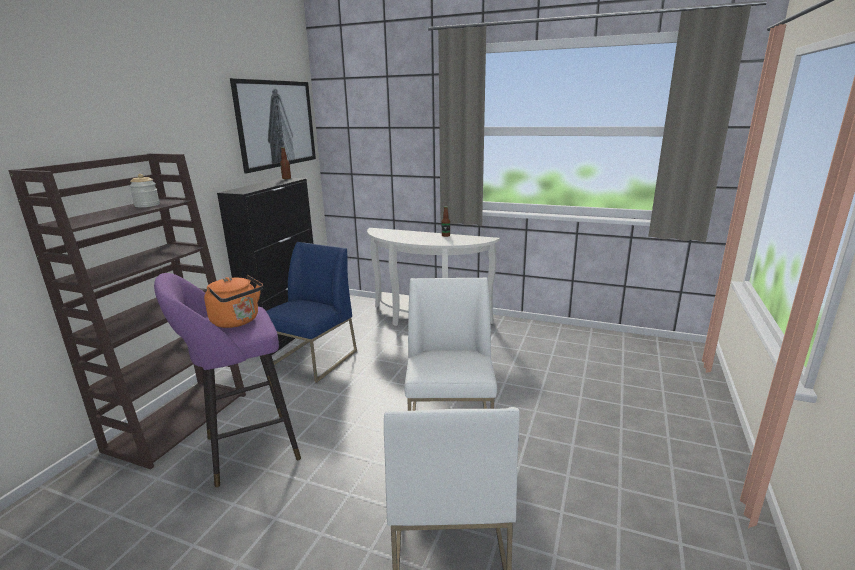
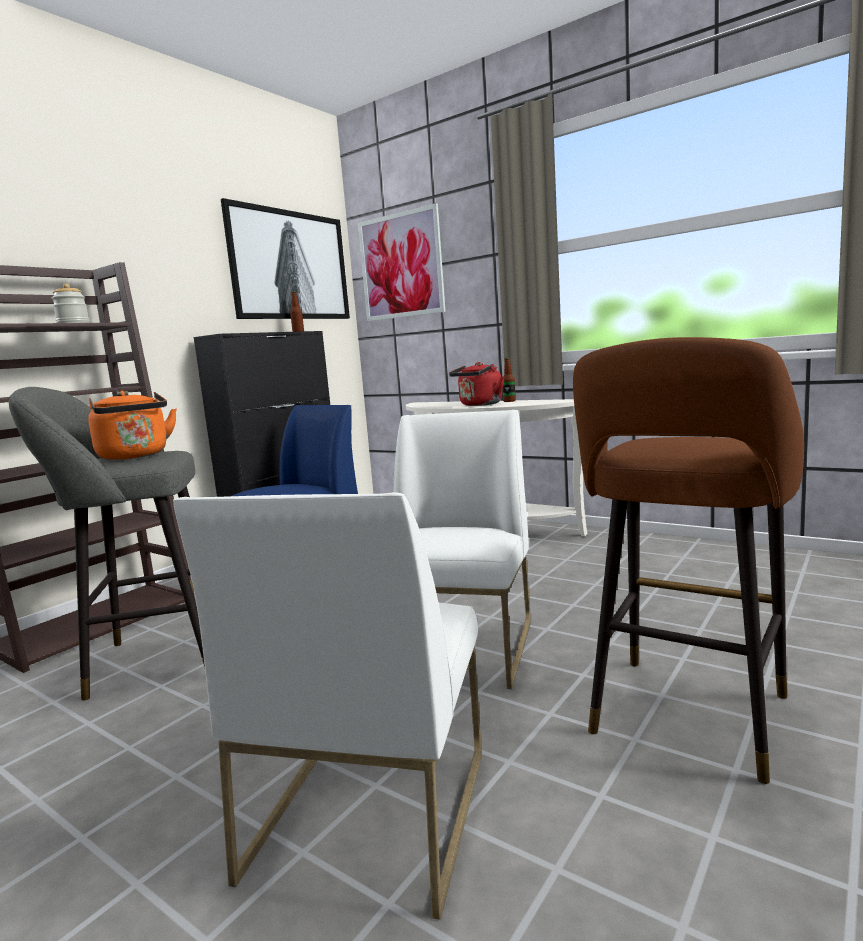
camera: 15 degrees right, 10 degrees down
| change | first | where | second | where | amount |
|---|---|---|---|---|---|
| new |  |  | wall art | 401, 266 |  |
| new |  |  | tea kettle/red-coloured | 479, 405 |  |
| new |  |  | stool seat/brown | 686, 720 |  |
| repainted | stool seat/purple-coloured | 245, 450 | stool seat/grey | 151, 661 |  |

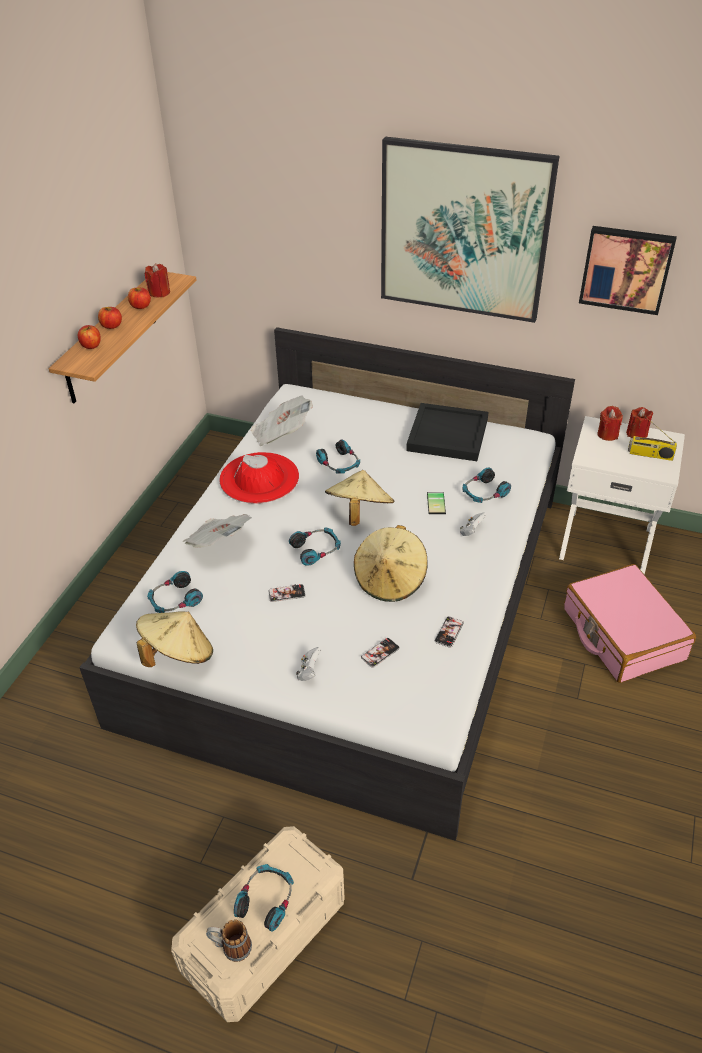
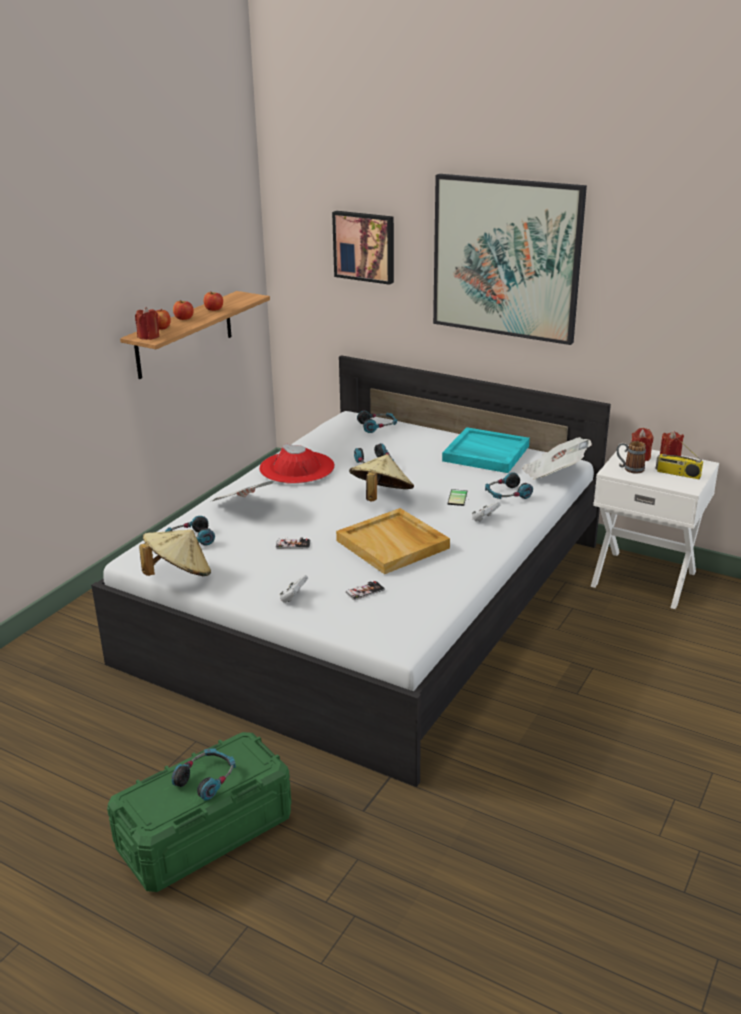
camera: 10 degrees right, 15 degrees down
| change | first | where | second | where | amount |
|---|---|---|---|---|---|
| gone | telephone | 449, 632 |  |  |  |
| gone | piece of luggage/pink | 622, 634 |  |  |  |
| shifted | wax candle/red-coloured | 159, 292 |  | 149, 337 |  |
| shifted | tea mug | 231, 947 |  | 629, 469 |  |
| shifted | newspaper | 281, 434 |  | 554, 474 |  |
| shifted | pair of headphones | 316, 550 |  | 377, 426 |  |
| shifted | wall art | 626, 268 |  | 365, 246 |  |
| swapped | hat/beige | 390, 580 | carrying tray/beige | 393, 544 |  |
| repainted | storage box/beige | 265, 934 | storage box/green-coloured | 206, 833 |  |
| repainted | carrying tray/black | 447, 435 | carrying tray/turquoise | 485, 453 |  |

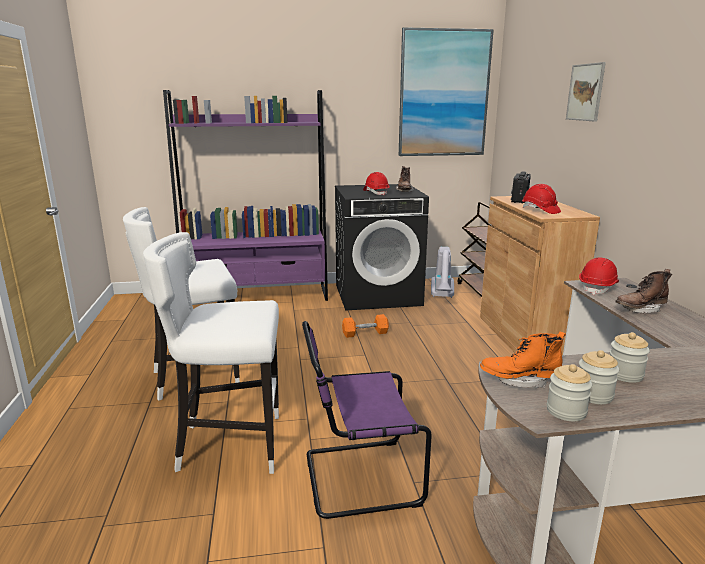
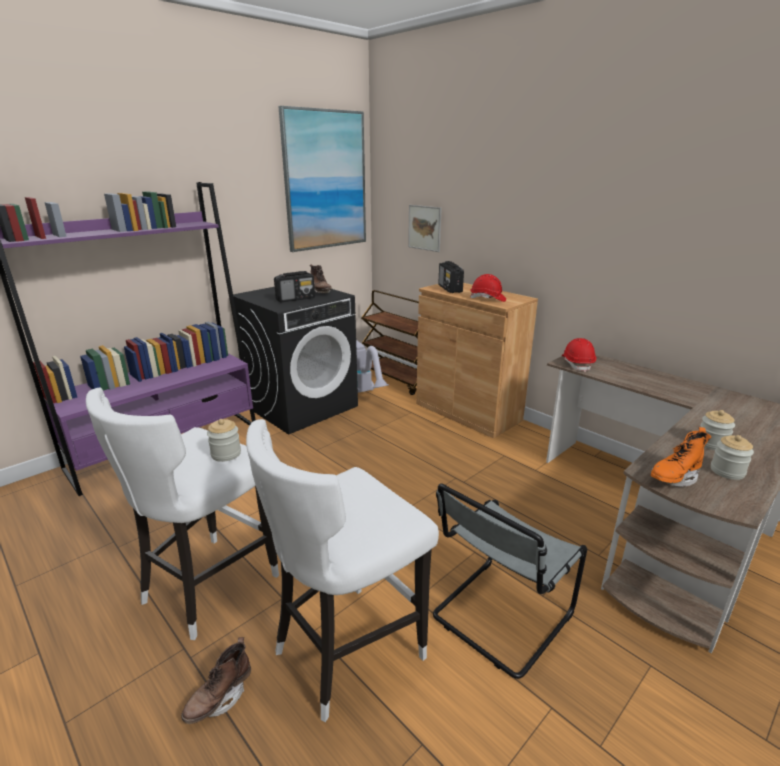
camera: 35 degrees left, 5 degrees up
| change | first | where | second | where | amount |
|---|---|---|---|---|---|
| gone | hand weight/orange-coloured | 365, 333 |  |  |  |
| shifted | preserve jar | 566, 411 |  | 226, 454 |  |
| shifted | wall art | 585, 92 |  | 424, 228 |  |
| shifted | boot/brown | 640, 309 |  | 220, 698 |  |
| swapped | hard hat/red-coloured | 376, 193 | radio | 296, 299 |  |
| repainted | upright chair/purple-coloured | 357, 478 | upright chair/grey | 499, 617 |  |

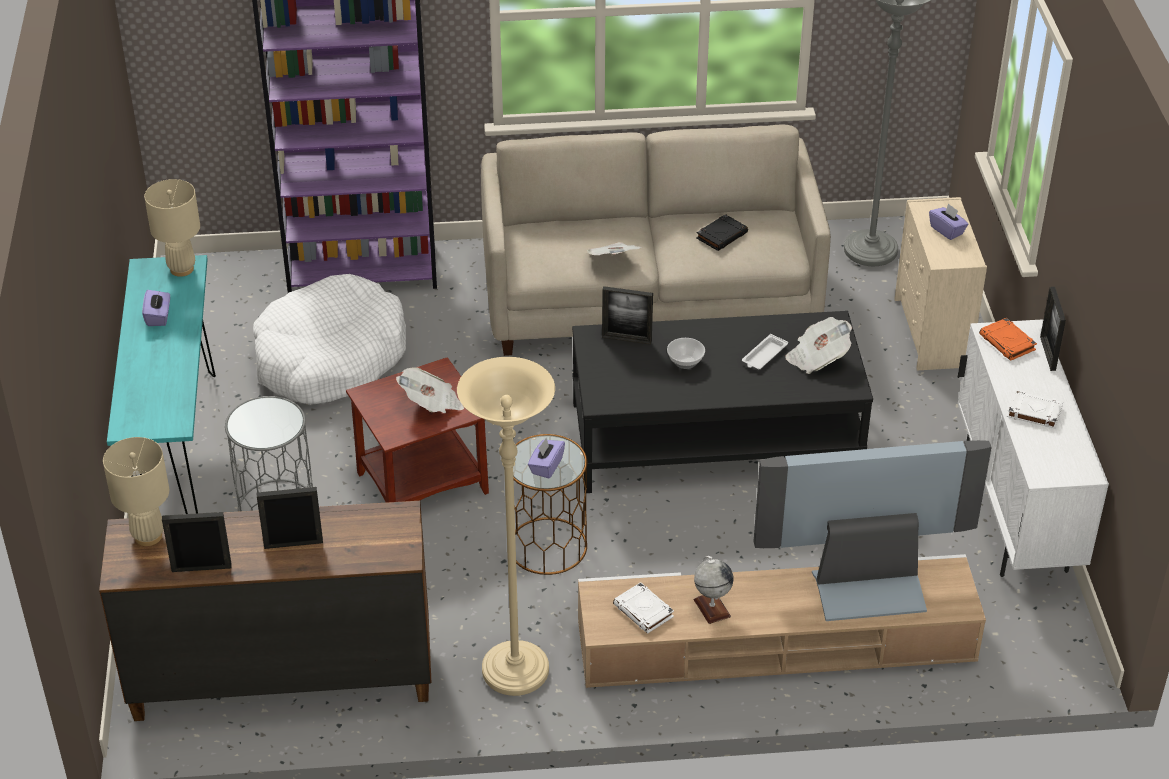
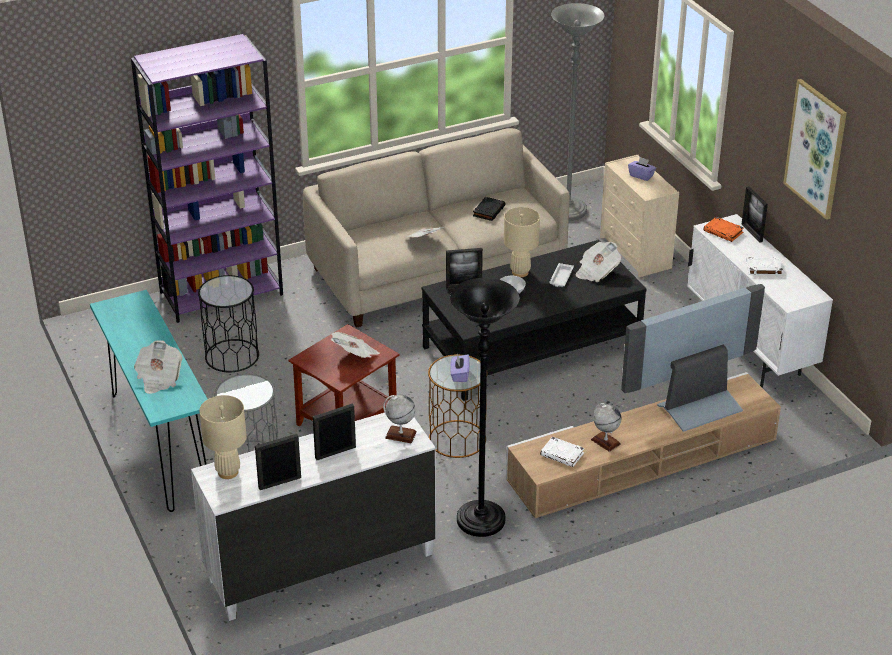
camera: 20 degrees left, 5 degrees down
| change | first | where | second | where | amount |
|---|---|---|---|---|---|
| gone | box of tissues/purple-coloured | 158, 317 |  |  |  |
| new |  |  | newspaper | 159, 378 |  |
| new |  |  | desk globe | 400, 435 |  |
| new |  |  | wall art | 816, 148 |  |
| shifted | table lamp/beige | 182, 269 |  | 520, 272 |  |
| swapped | dog cushion/white-coloured | 330, 358 | end table/black | 232, 356 |  |
| repainted | chest of drawers/brown | 281, 677 | chest of drawers/white-coloured | 319, 566 |  |
| repainted | standard lamp/beige | 515, 671 | standard lamp/black | 480, 521 |  |

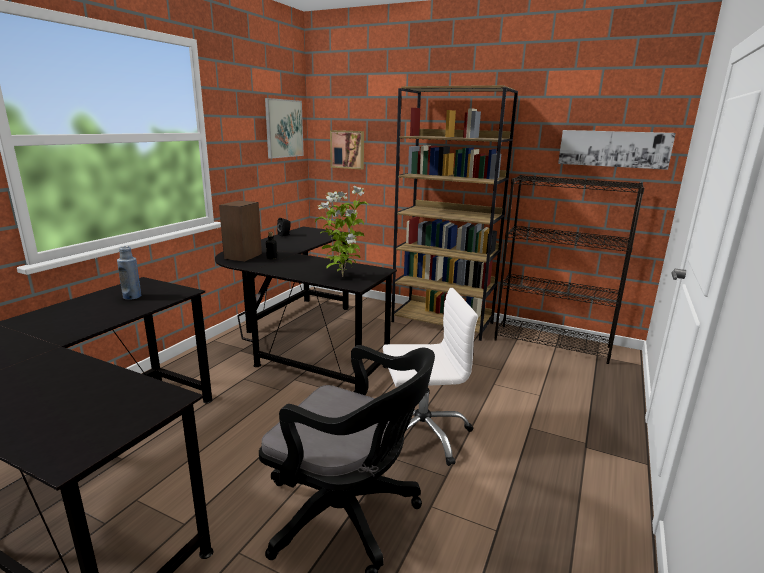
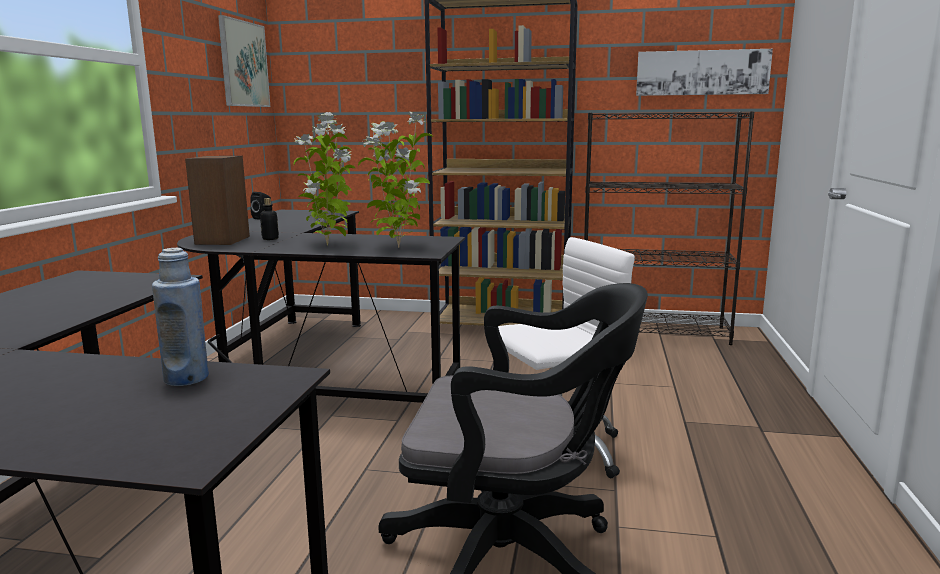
camera: 15 degrees left, 5 degrees down
| change | first | where | second | where | amount |
|---|---|---|---|---|---|
| gone | wall art | 348, 149 |  |  |  |
| new |  |  | houseplant | 329, 245 |  |
| shifted | bottle/bluish | 132, 297 |  | 186, 378 |  |

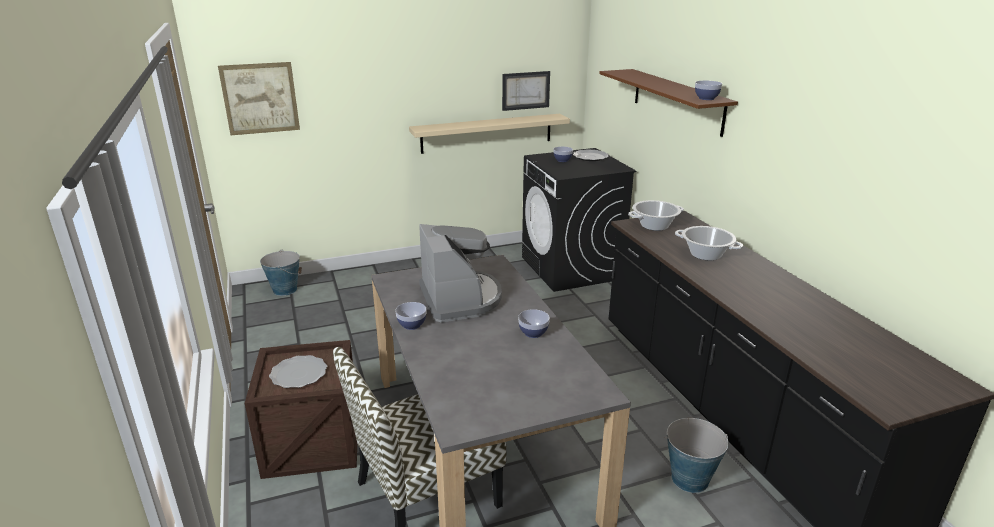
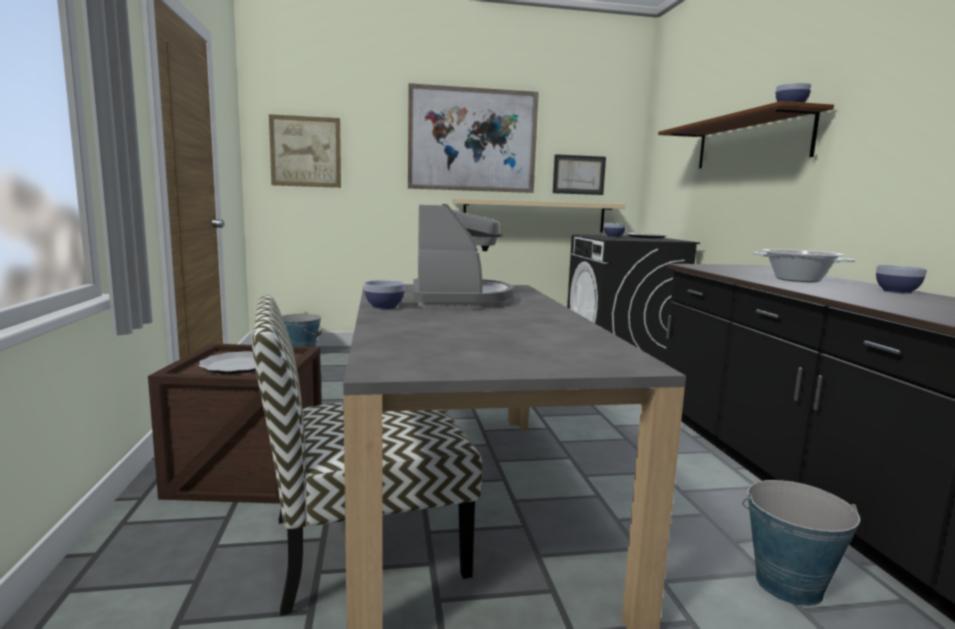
camera: 10 degrees right, 15 degrees down
| change | first | where | second | where | amount |
|---|---|---|---|---|---|
| gone | stockpot | 654, 225 |  |  |  |
| new |  |  | wall art | 473, 140 |  |
| shifted | serving bowl | 533, 333 |  | 897, 291 |  |

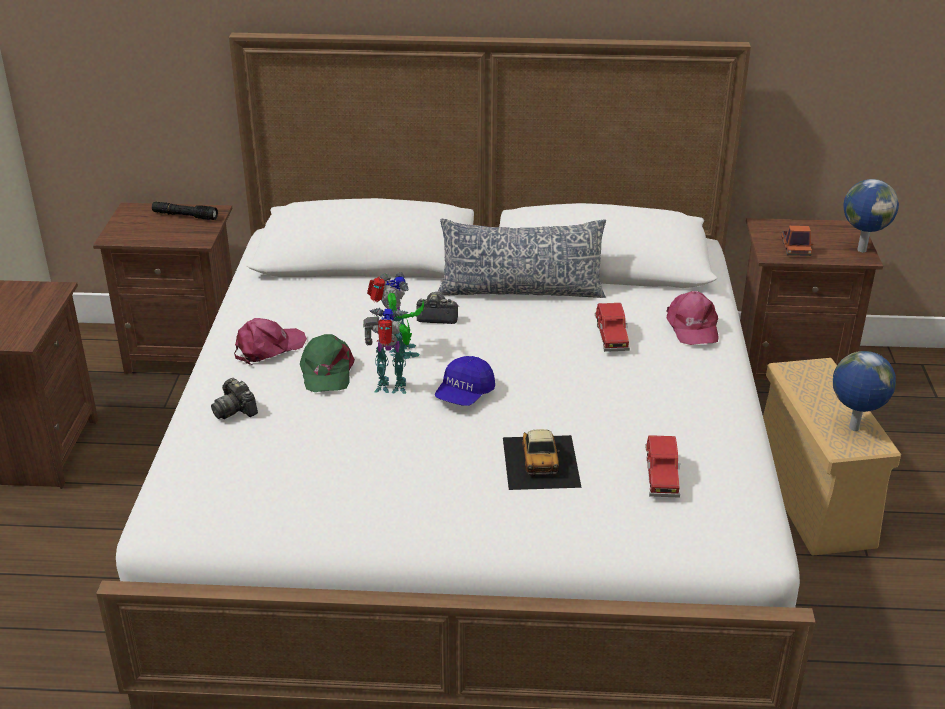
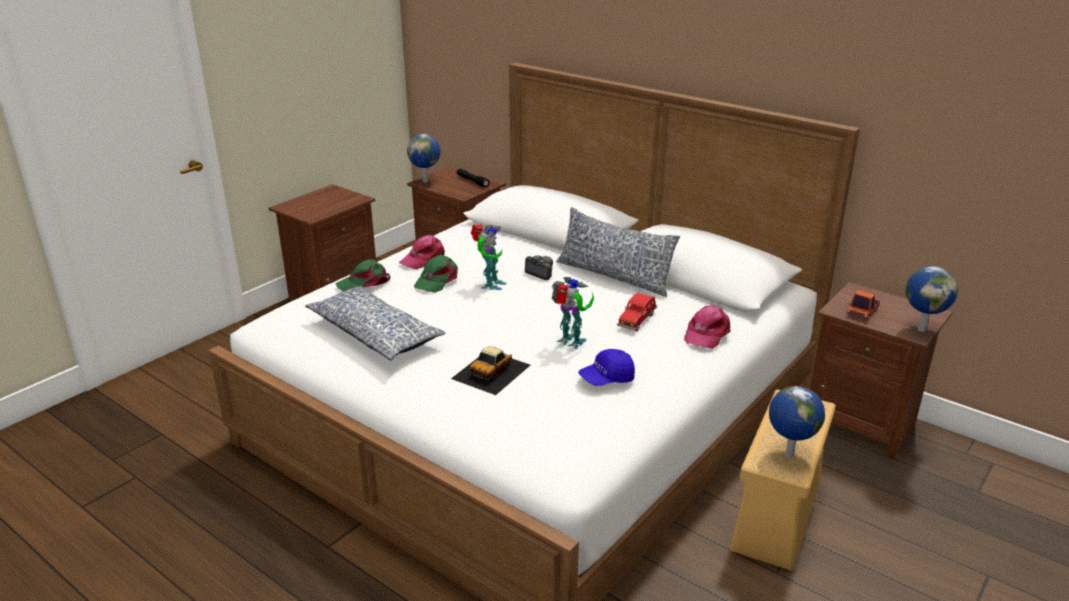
camera: 35 degrees right, 5 degrees down
| change | first | where | second | where | amount |
|---|---|---|---|---|---|
| gone | toy car/red-coloured | 661, 476 |  |  |  |
| new |  |  | throw pillow | 375, 334 |  |
| new |  |  | desk globe | 426, 181 |  |
| shifted | toy robot | 392, 388 |  | 571, 343 |  |
| shifted | peaked cap/bluish | 464, 394 |  | 606, 379 |  |
| swapped | photo camera | 235, 410 | peaked cap/green-coloured | 364, 283 |  |
| rotated | peaked cap/pink | 268, 348 |  | 423, 258 | 135 degrees clockwise |

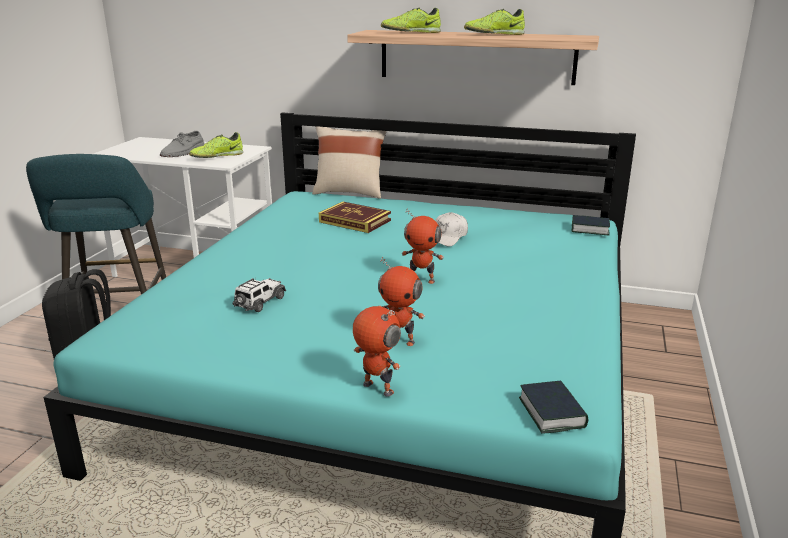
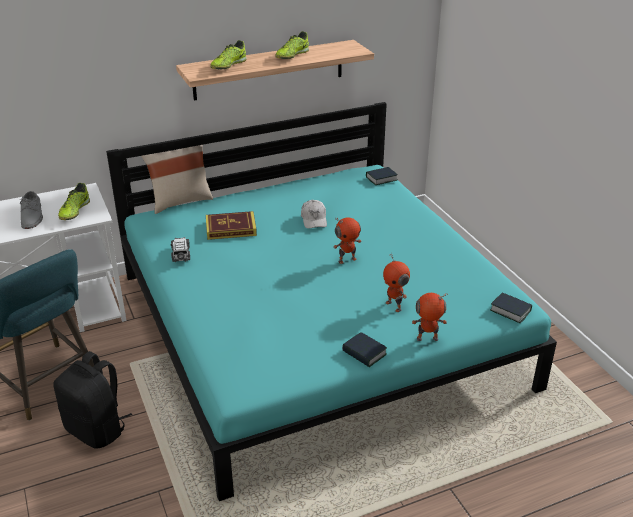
camera: 40 degrees left, 10 degrees up
| change | first | where | second | where | amount |
|---|---|---|---|---|---|
| new |  |  | volume | 364, 353 |  |
| shifted | toy car | 259, 303 |  | 181, 255 |  |
| rotated | toy robot | 400, 340 |  | 394, 306 | 75 degrees clockwise |

